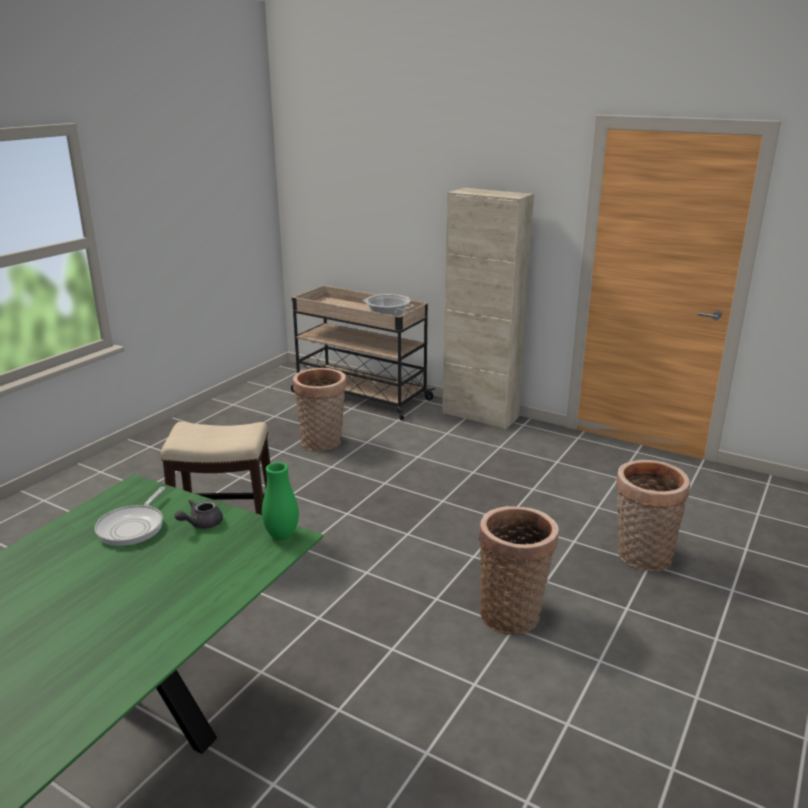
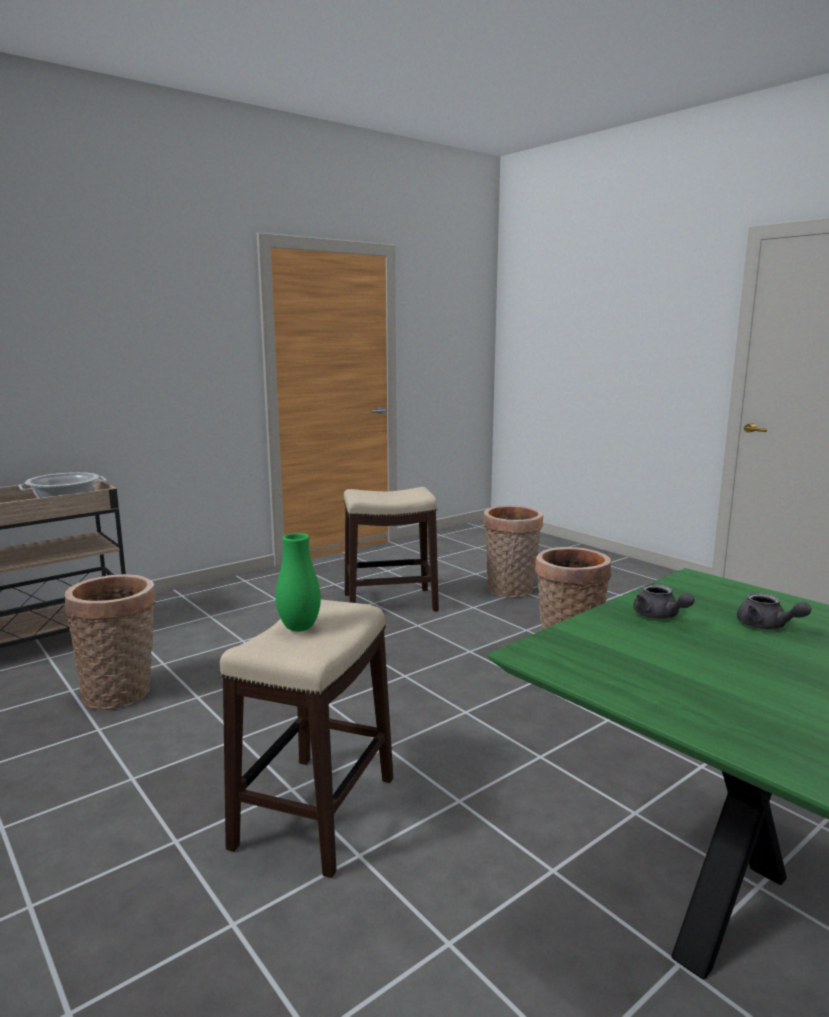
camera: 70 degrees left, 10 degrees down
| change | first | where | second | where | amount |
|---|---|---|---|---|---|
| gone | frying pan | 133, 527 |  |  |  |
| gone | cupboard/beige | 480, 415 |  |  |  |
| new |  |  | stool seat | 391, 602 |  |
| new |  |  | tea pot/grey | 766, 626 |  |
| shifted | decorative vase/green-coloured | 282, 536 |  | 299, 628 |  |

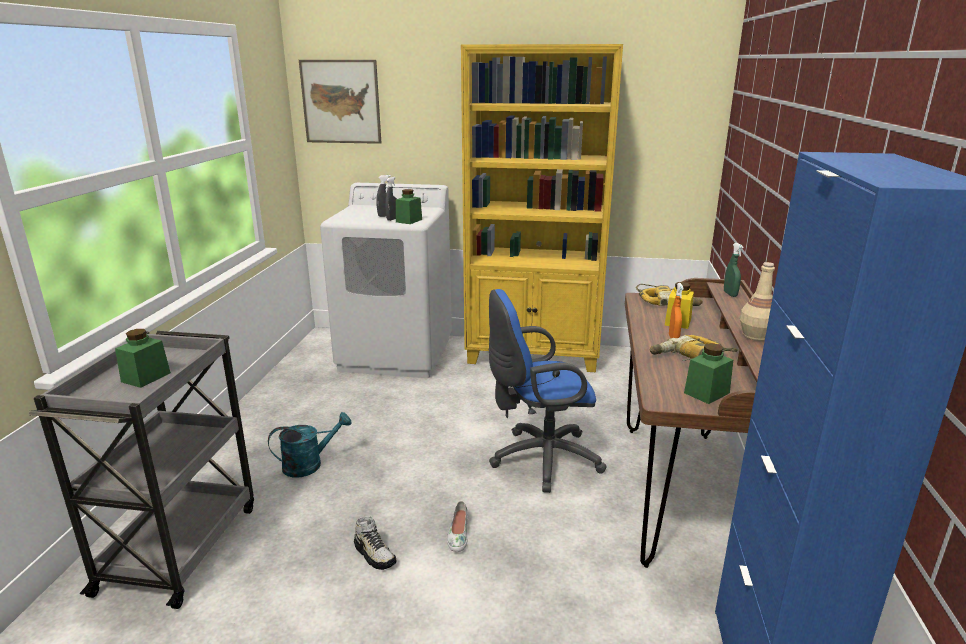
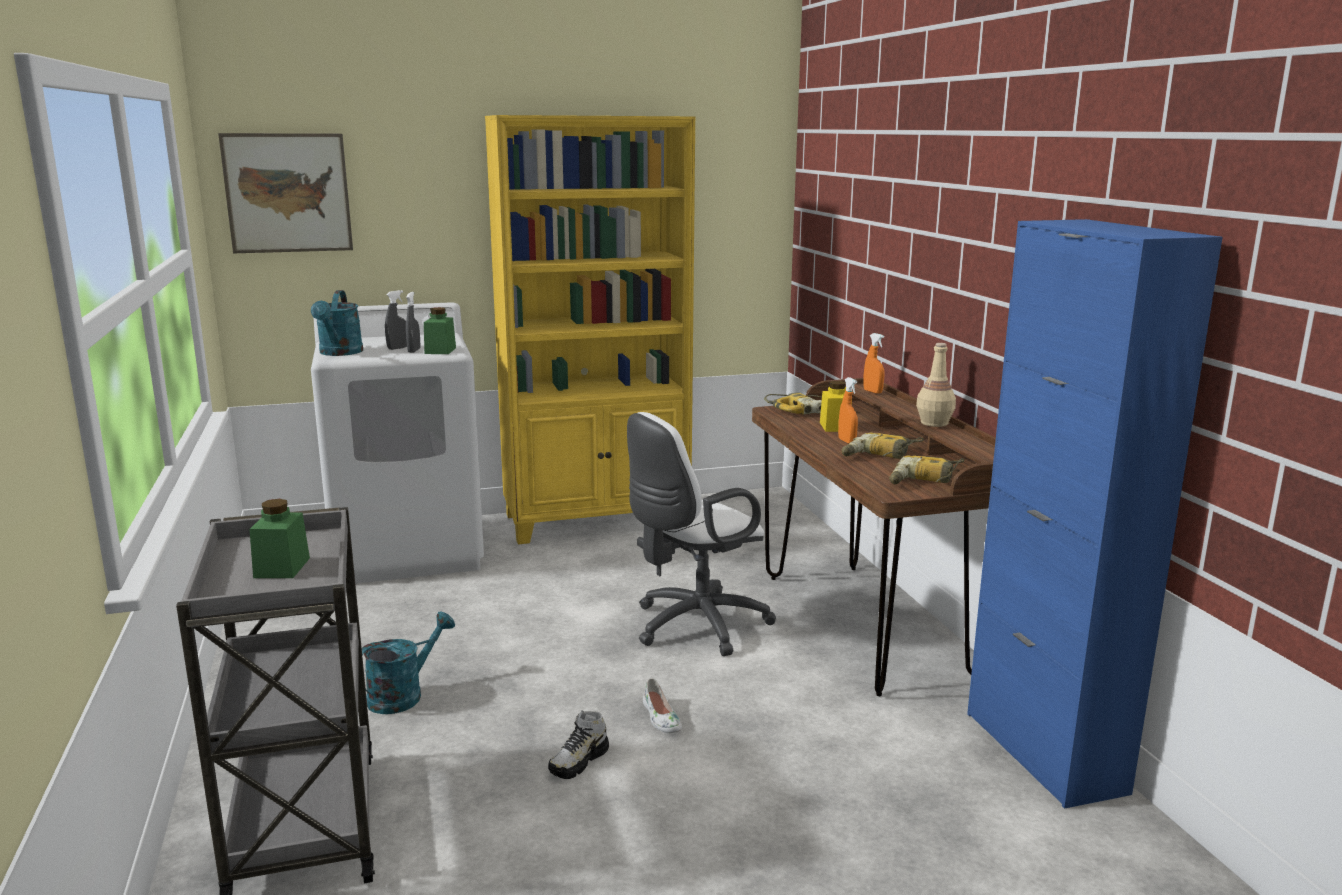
camera: 25 degrees left, 5 degrees down
| change | first | where | second | where | amount |
|---|---|---|---|---|---|
| new |  |  | watering can/turquoise | 339, 353 |  |
| swapped | preserve jar/green-coloured | 706, 393 | drill | 925, 480 |  |
| repainted | computer chair/bluish | 540, 459 | computer chair/white-coloured | 693, 626 |  |
| repainted | hand sprayer/green-coloured | 730, 294 | hand sprayer/orange-coloured | 872, 392 |  |
| rotated | item of footwear | 375, 554 |  | 579, 761 | 105 degrees clockwise |

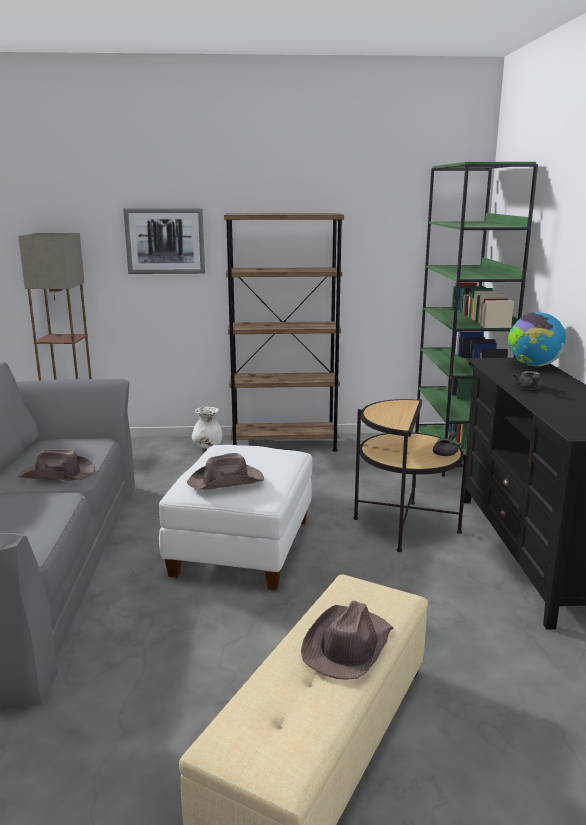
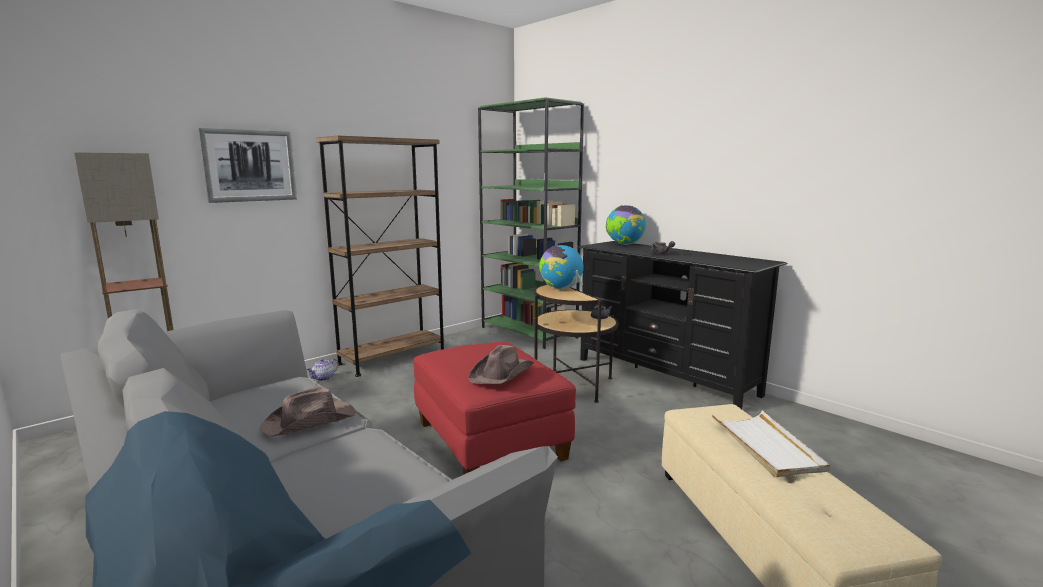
camera: 40 degrees left, 5 degrees down
| change | first | where | second | where | amount |
|---|---|---|---|---|---|
| new |  |  | desk globe | 561, 288 |  |
| swapped | decorative vase/white-coloured | 207, 447 | tea pot | 323, 378 |  |
| swapped | hat/brown | 348, 645 | carrying tray/white-coloured | 766, 446 |  |
| repainted | footrest/white-coloured | 242, 548 | footrest/red-coloured | 489, 442 |  |

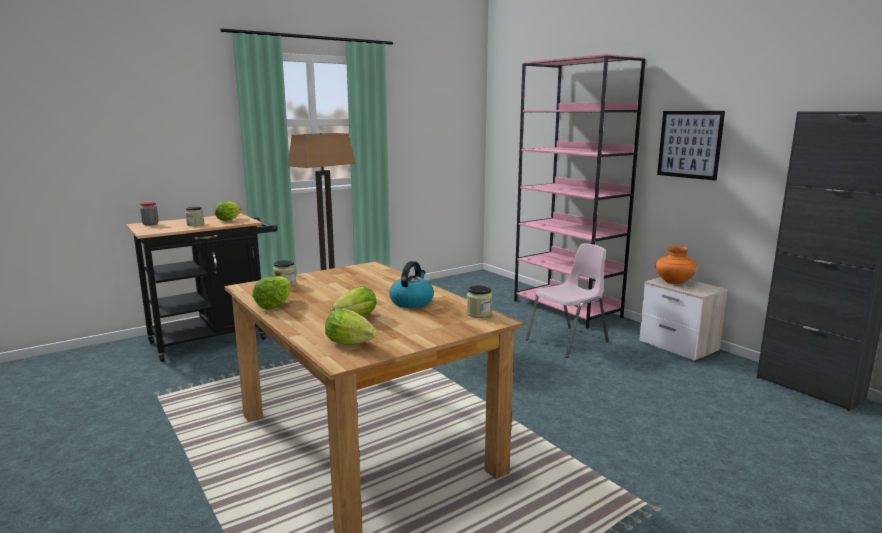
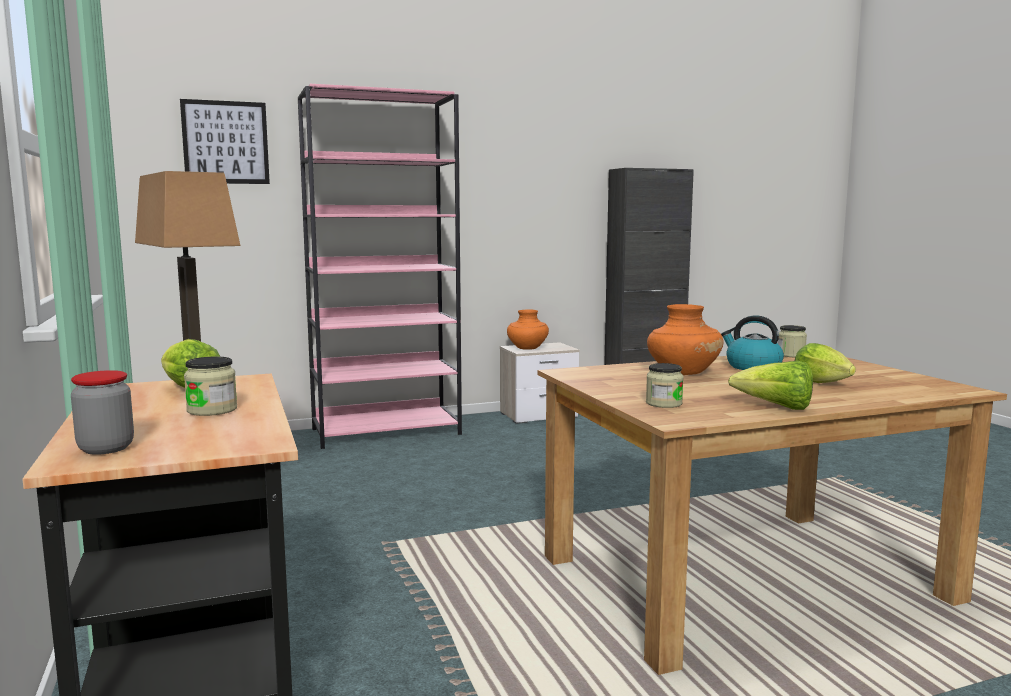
camera: 75 degrees left, 5 degrees down
| change | first | where | second | where | amount |
|---|---|---|---|---|---|
| gone | lettuce | 352, 344 |  |  |  |
| gone | upright chair/pink | 568, 341 |  |  |  |
| new |  |  | decorative vase/orange-coloured | 682, 373 |  |
| shifted | wall art | 689, 144 |  | 225, 142 |  |

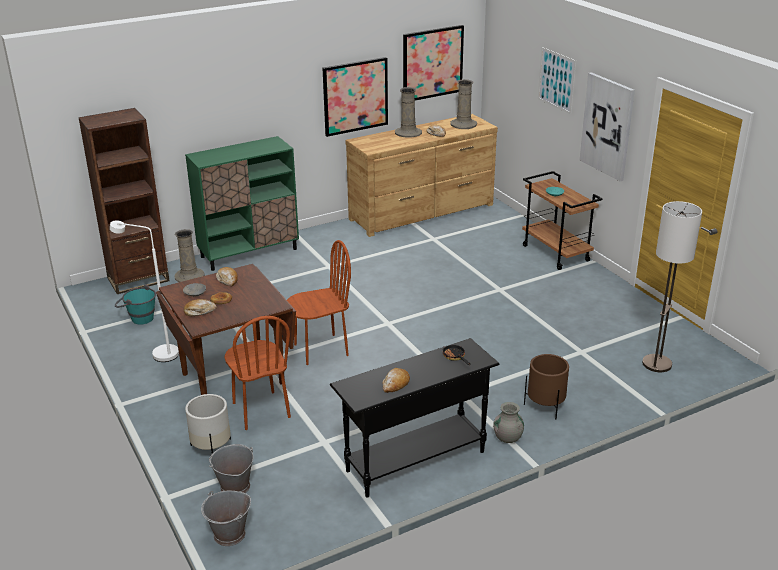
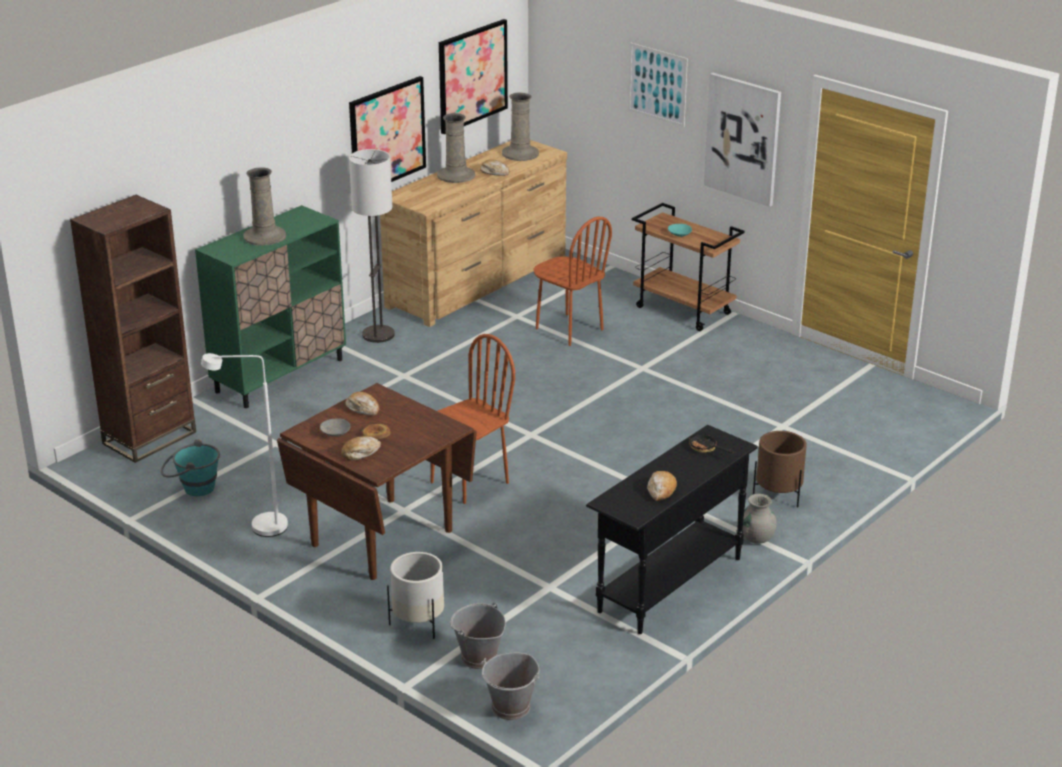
camera: 20 degrees left, 0 degrees up
| change | first | where | second | where | amount |
|---|---|---|---|---|---|
| shifted | decorative vase/beige | 189, 276 |  | 265, 237 |  |
| shifted | upright chair/brown | 260, 410 |  | 569, 329 |  |
| shifted | standard lamp | 657, 364 |  | 378, 335 |  |

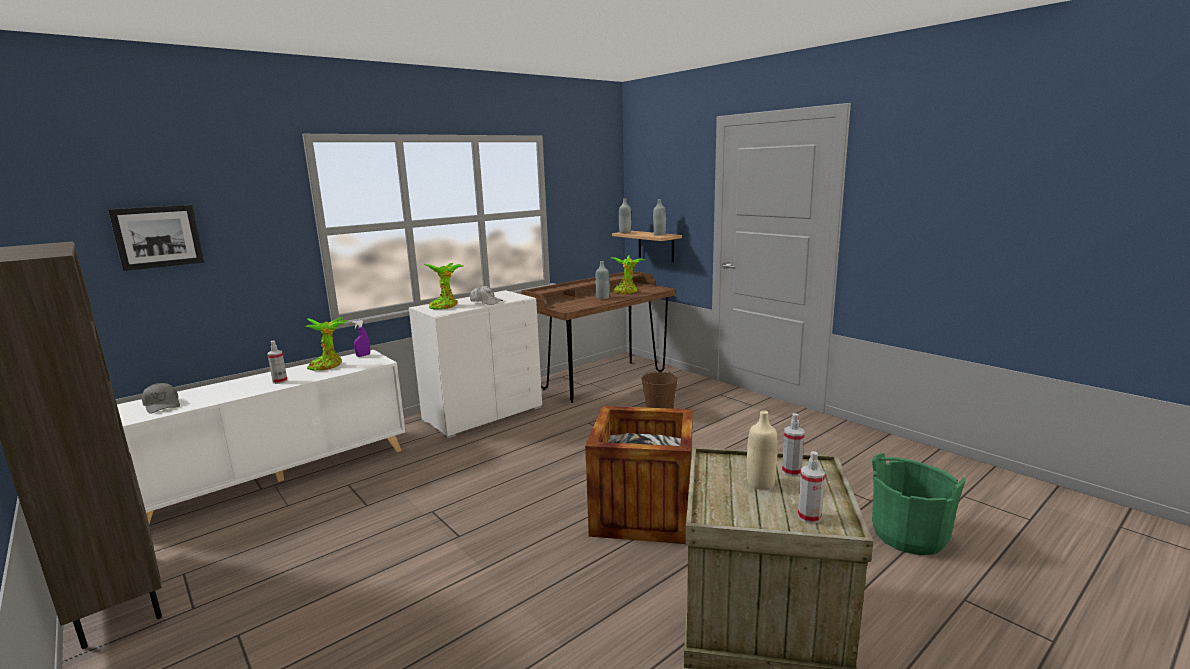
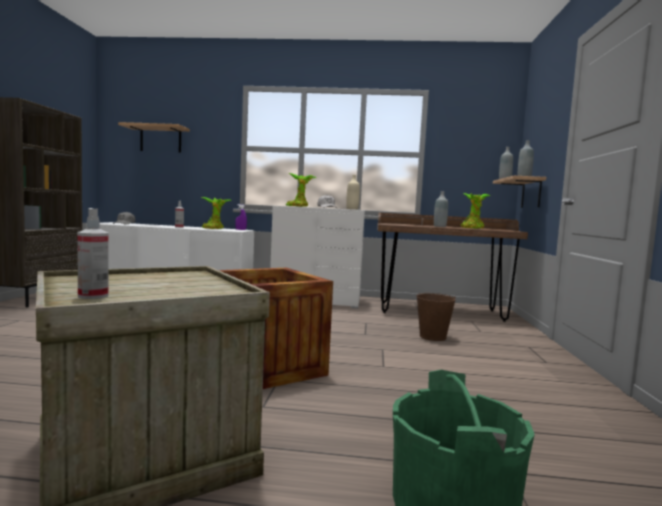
camera: 45 degrees right, 10 degrees down
| change | first | where | second | where | amount |
|---|---|---|---|---|---|
| gone | hand sprayer | 791, 471 |  |  |  |
| shifted | bottle/beige | 760, 483 |  | 352, 209 |  |
| swapped | wall art | 158, 236 | bracket shelf | 160, 139 |  |

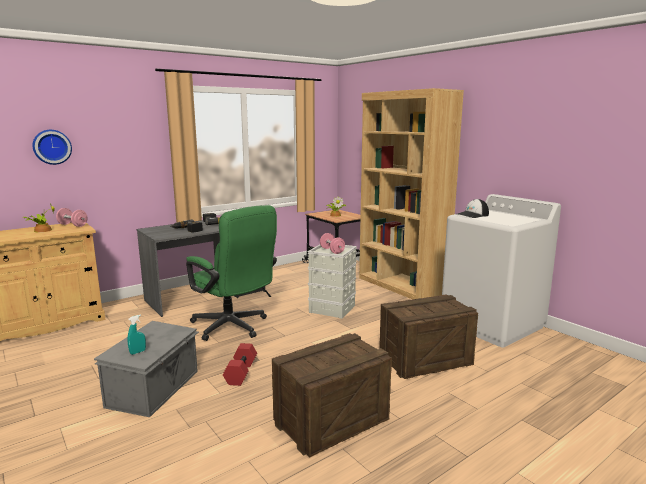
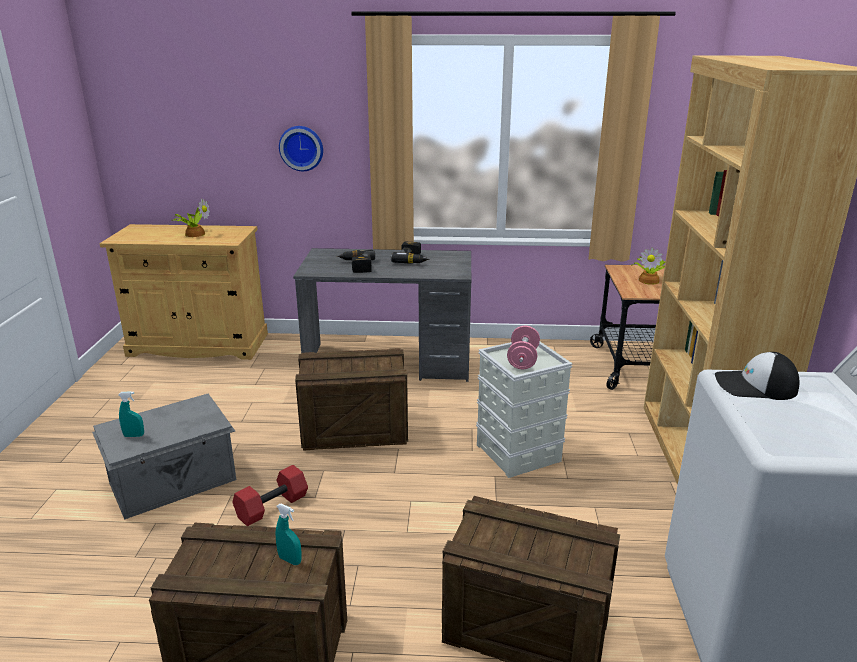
camera: 40 degrees right, 10 degrees up
| change | first | where | second | where | amount |
|---|---|---|---|---|---|
| gone | hand weight/pink | 73, 225 |  |  |  |
| new |  |  | hand sprayer/turquoise | 290, 560 |  |
| shifted | hanging clock | 52, 147 |  | 301, 148 |  |
| swapped | computer chair/green-coloured | 234, 327 | shipping crate | 354, 429 |  |

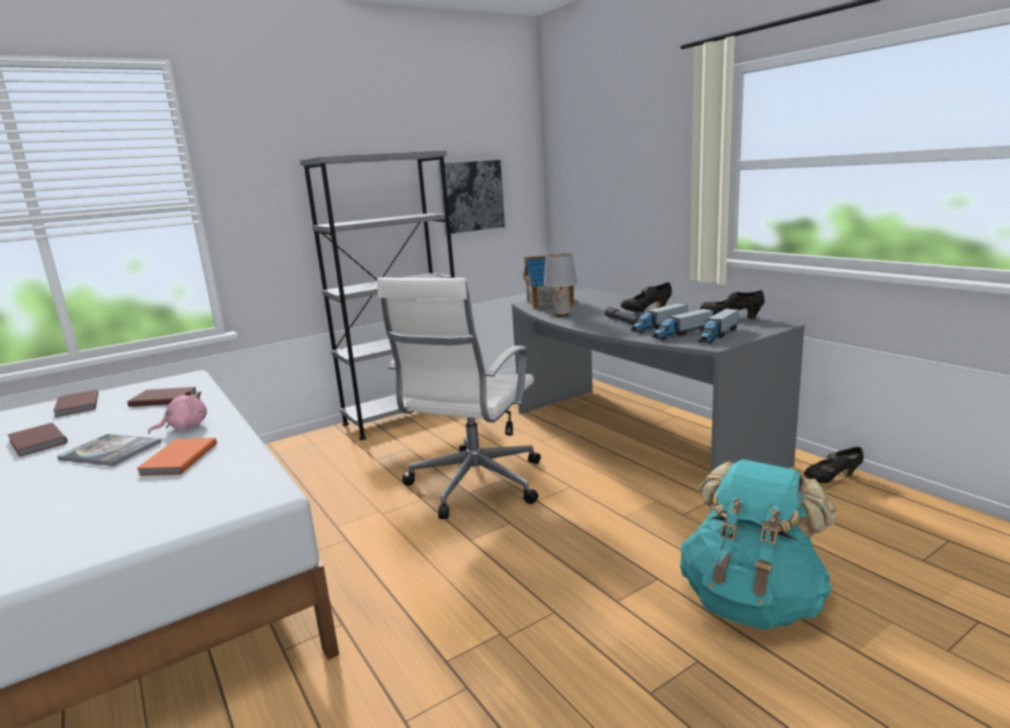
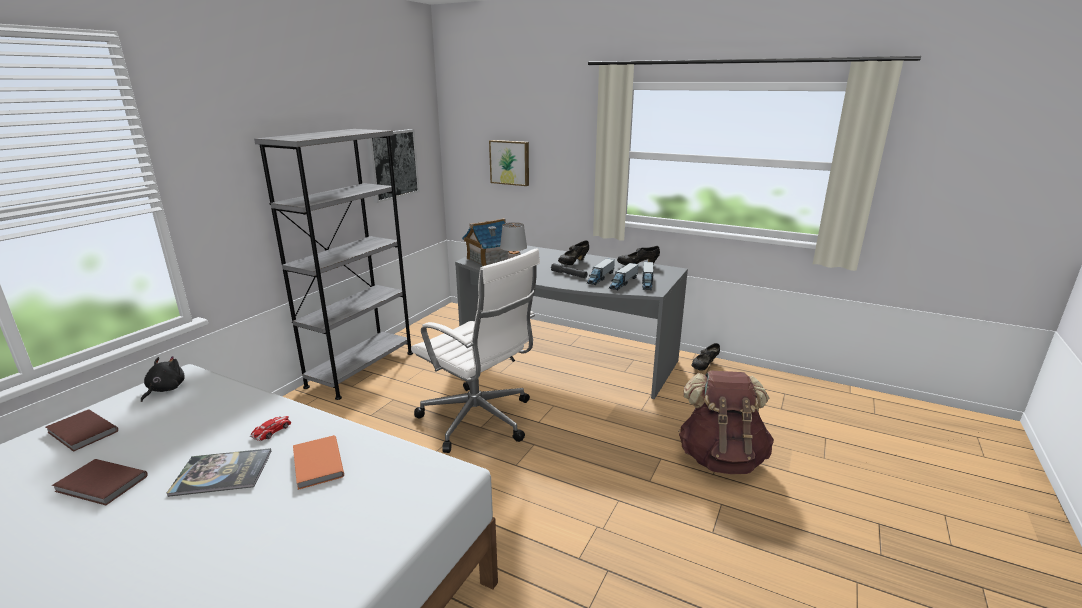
camera: 30 degrees left, 5 degrees up
| change | first | where | second | where | amount |
|---|---|---|---|---|---|
| gone | volume/brown | 164, 399 |  |  |  |
| new |  |  | cuddly toy/black | 165, 389 |  |
| new |  |  | wall art | 510, 162 |  |
| swapped | cuddly toy/pink | 185, 427 | toy car | 272, 431 |  |
| repainted | rucksack/turquoise | 752, 601 | rucksack/brown | 721, 458 |  |
| rotated | computer chair/white-coloured | 473, 485 |  | 479, 420 | 45 degrees counterclockwise |

